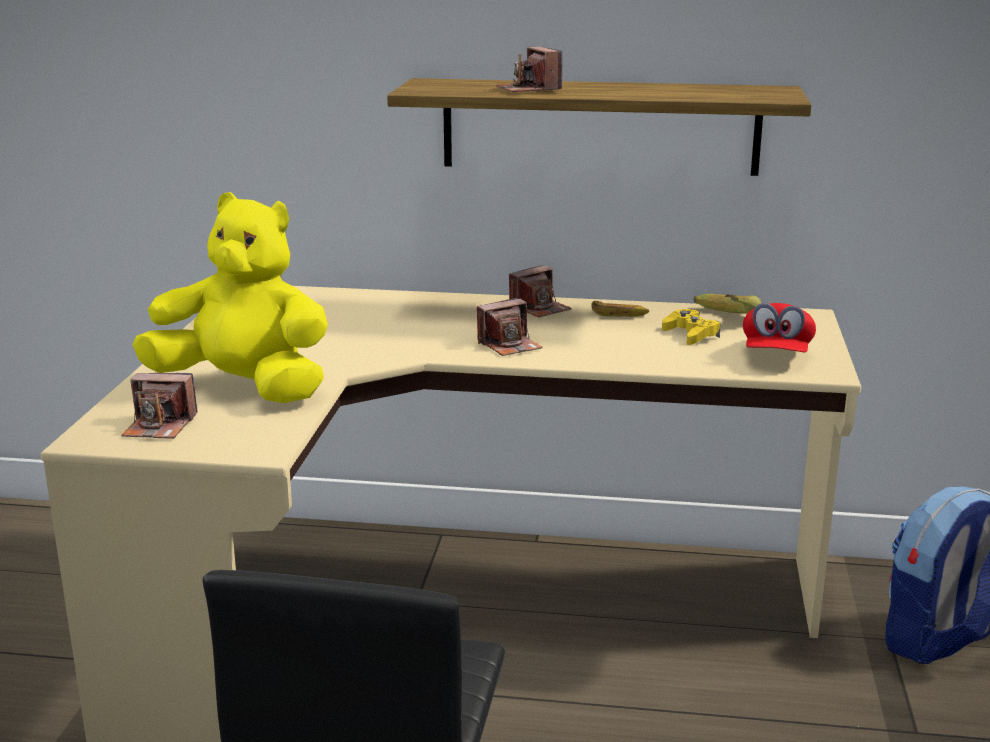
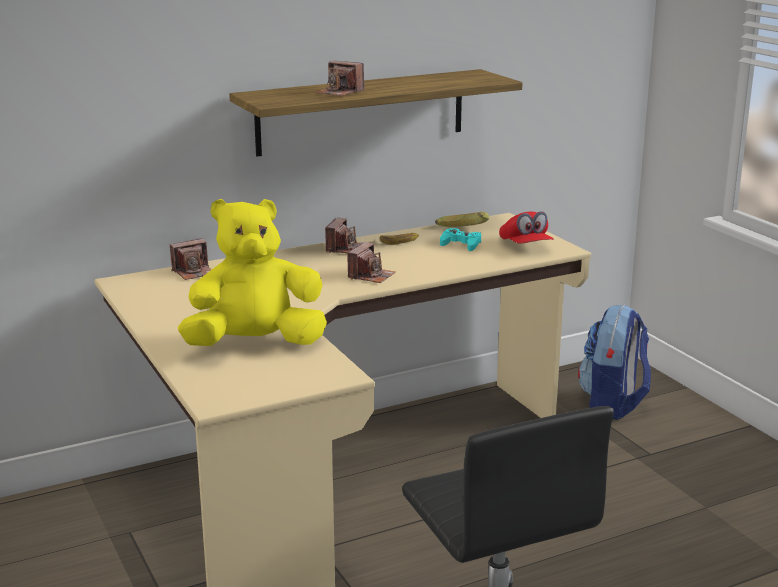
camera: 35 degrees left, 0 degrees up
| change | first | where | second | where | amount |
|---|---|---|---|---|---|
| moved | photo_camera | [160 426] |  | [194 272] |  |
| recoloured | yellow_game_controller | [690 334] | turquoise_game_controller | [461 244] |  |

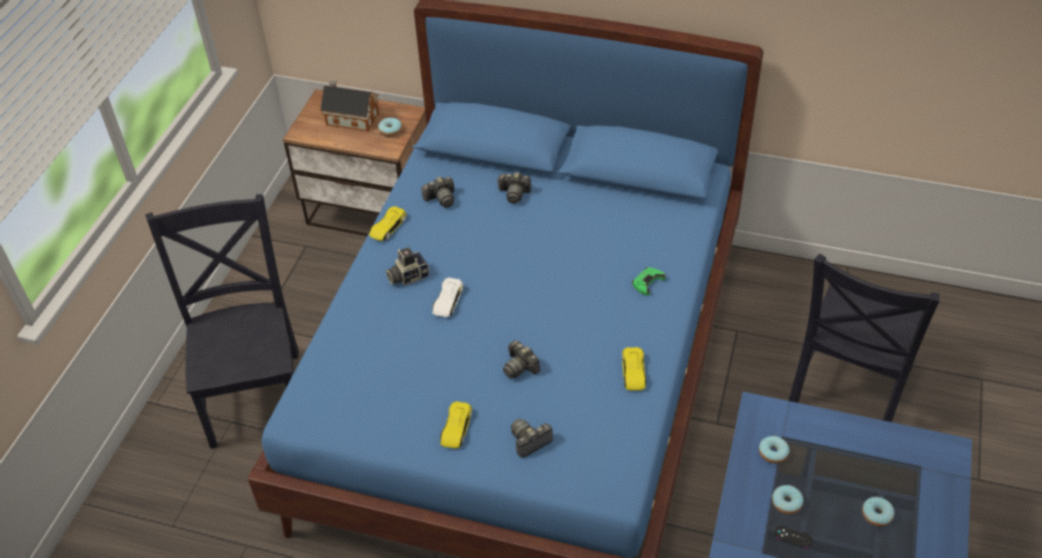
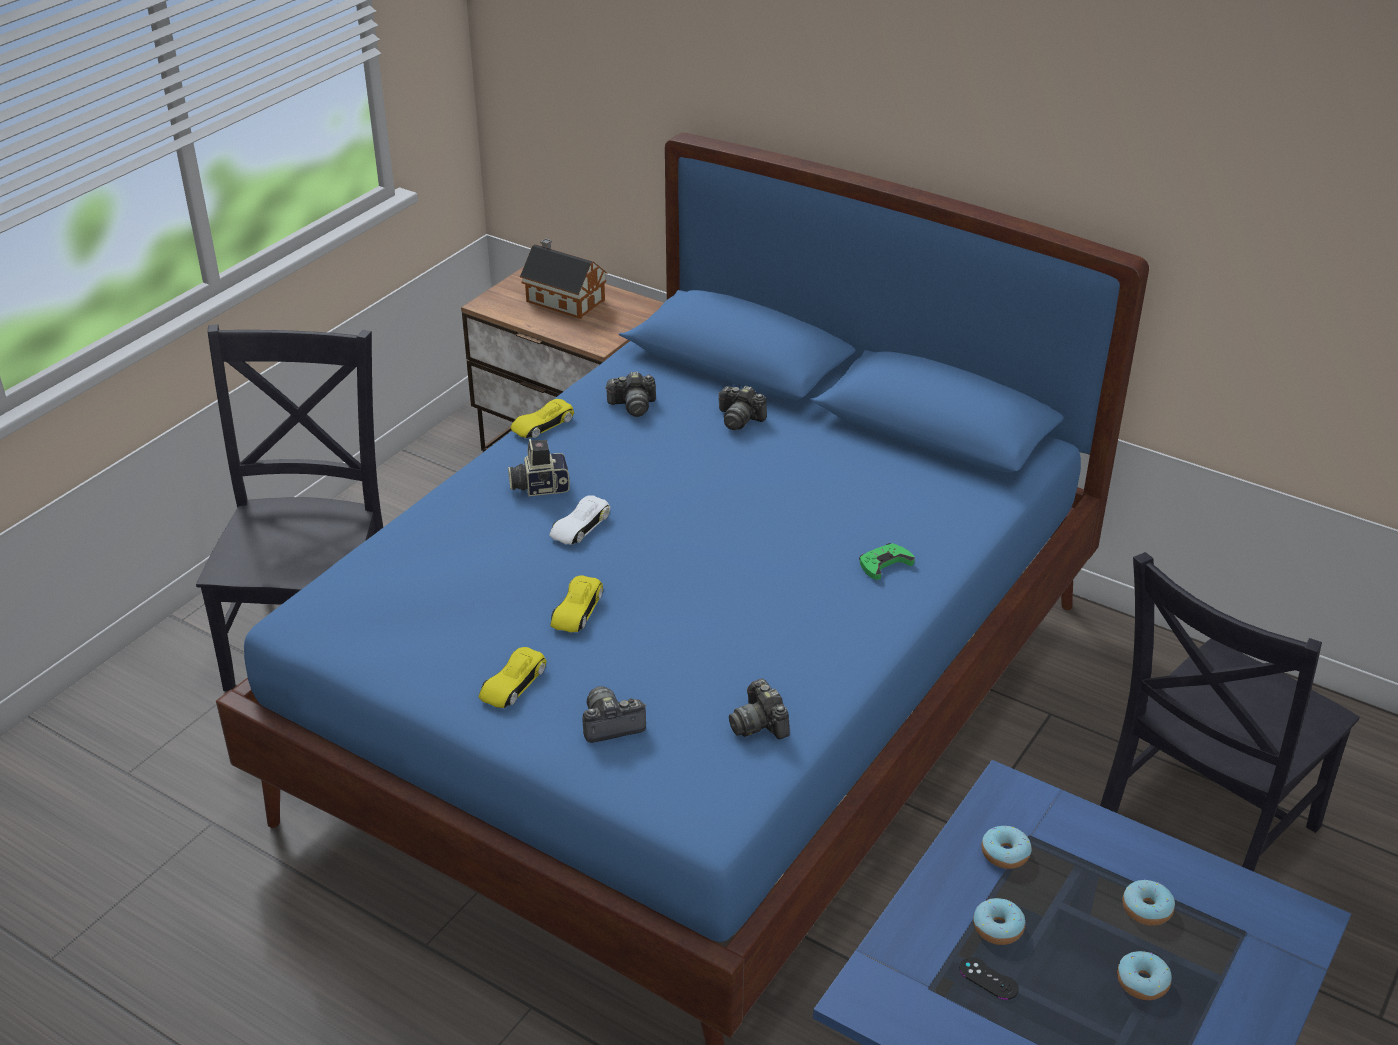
camera: 15 degrees right, 10 degrees down
| change | first | where | second | where | amount |
|---|---|---|---|---|---|
| moved | donut | [390 130] |  | [1146 909] |  |
| moved | photo_camera | [520 367] |  | [759 724] |  |
| moved | yellow_toy_car | [633 372] |  | [577 610] |  |

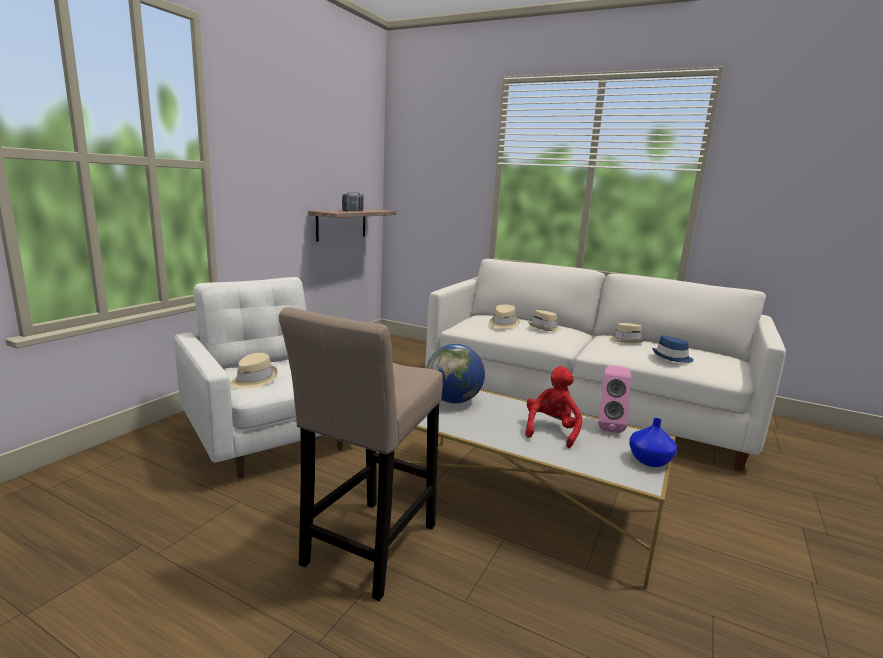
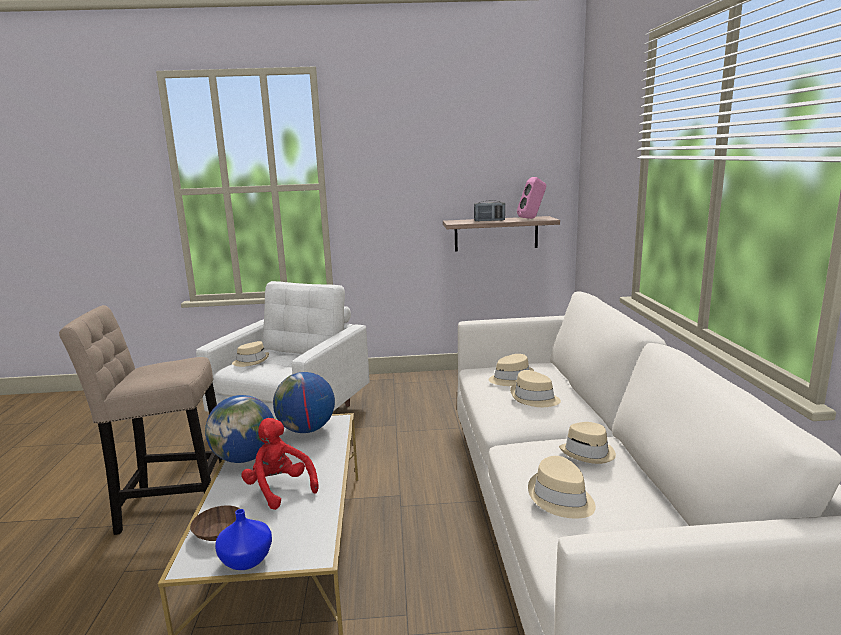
camera: 60 degrees right, 0 degrees up
| change | first | where | second | where | amount |
|---|---|---|---|---|---|
| added |  |  | brown_bowl | [219 532] |  |
| added |  |  | globe | [245 458] |  |
| moved | pink_speaker | [609 426] |  | [532 218] |  |
| recoloured | blue_hat | [672 357] | beige_hat | [561 498] |  |
| turned | red_plush_toy | [551 430] |  | [279 489] | 120 degrees counterclockwise |

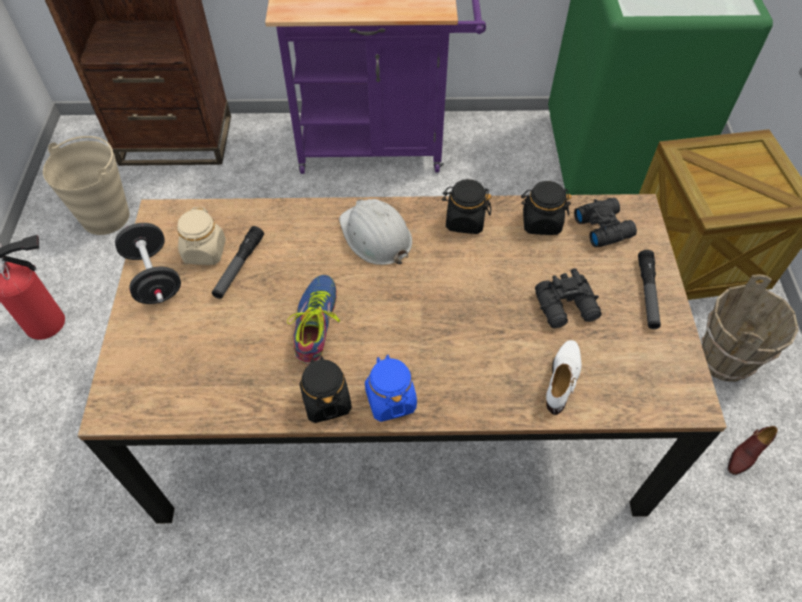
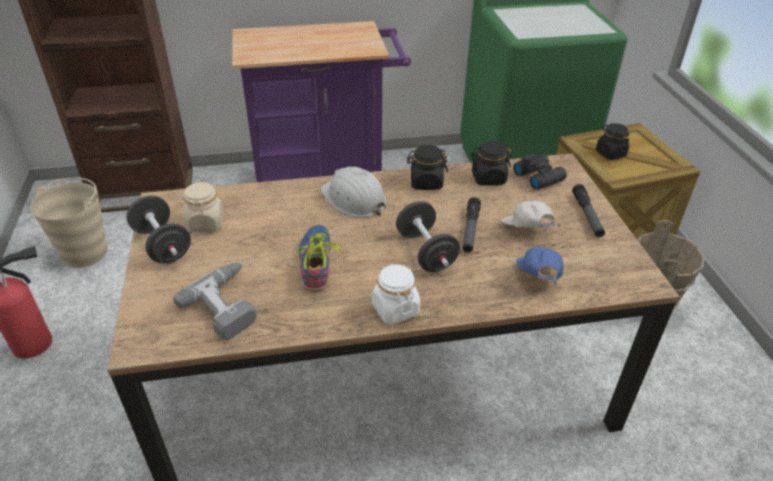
camera: 10 degrees left, 15 degrees down
| change | first | where | second | where | amount |
|---|---|---|---|---|---|
| removed | brown_shoe | [746 453] |  |  |  |
| added |  |  | power_drill | [229 304] |  |
| added |  |  | black_dumbbell | [426 252] |  |
| moved | flashlight | [239 267] |  | [470 230] |  |
| moved | black_jar | [326 401] |  | [610 153] |  |
| replaced | black_binoculars | [567 307] | white_cap | [526 231] |  |
| replaced | white_shoe | [562 379] | blue_cap | [537 278] |  |
| recoloured | blue_jar | [390 400] | white_jar | [395 309] |  |

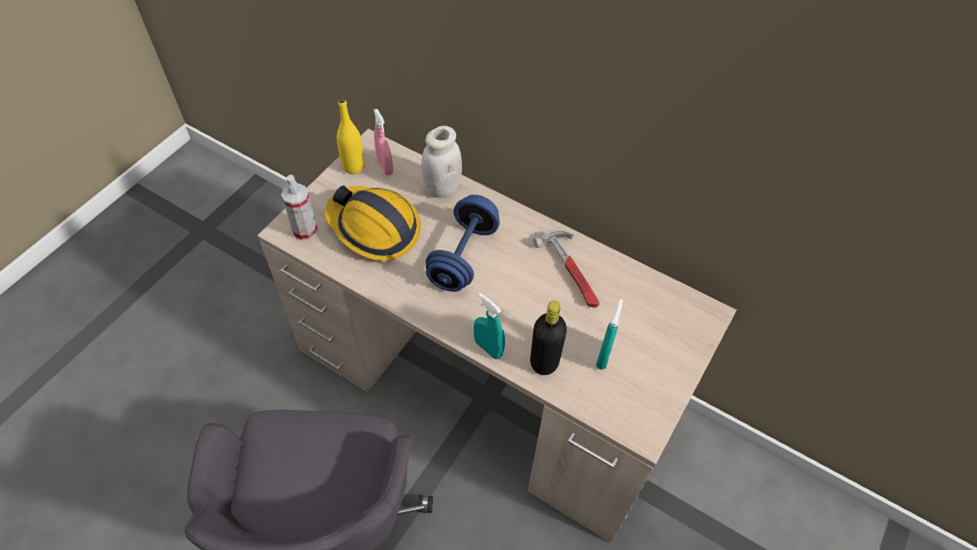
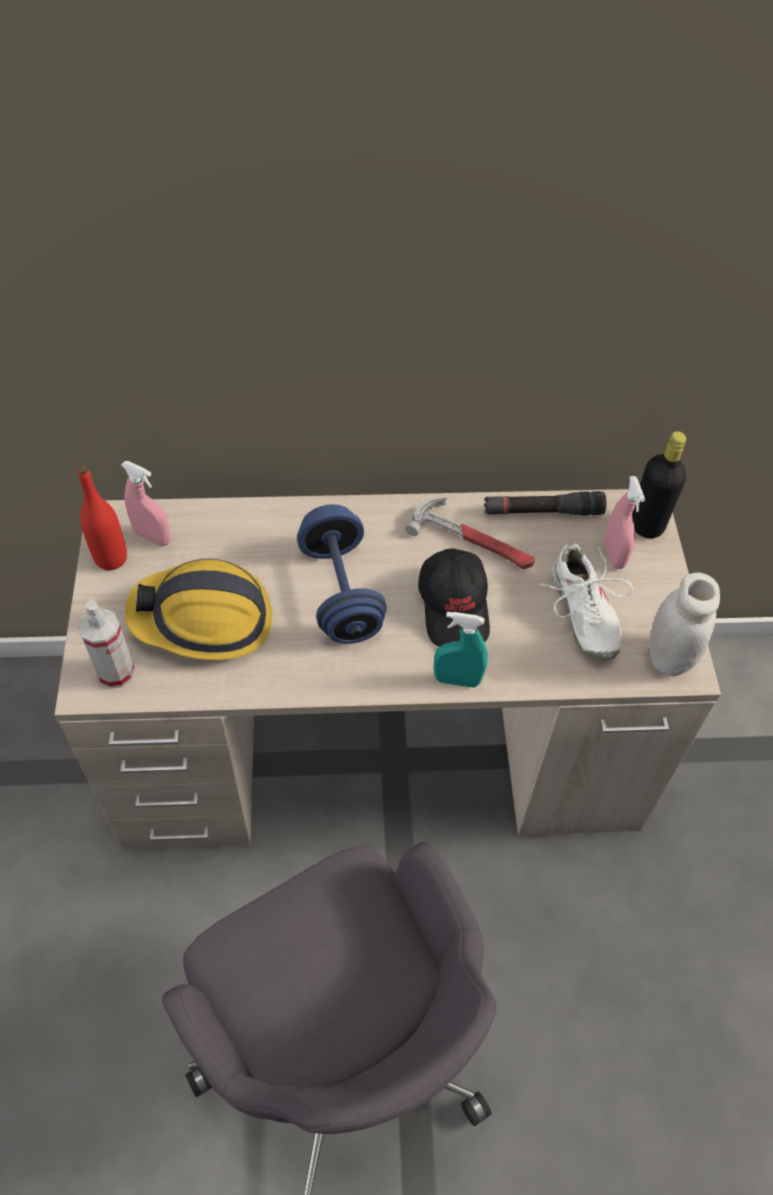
camera: 35 degrees left, 0 degrees up
| change | first | where | second | where | amount |
|---|---|---|---|---|---|
| added |  |  | black_cap | [455 607] |  |
| added |  |  | black_flashlight | [542 511] |  |
| added |  |  | pink_spray_bottle | [614 554] |  |
| moved | white_jar | [442 188] |  | [669 657] |  |
| moved | black_bottle | [544 362] |  | [646 525] |  |
| replaced | turquoise_spray_bottle | [603 356] | white_shoe | [582 614] |  |
| recoloured | yellow_bottle | [353 167] | red_bottle | [111 558] |  |

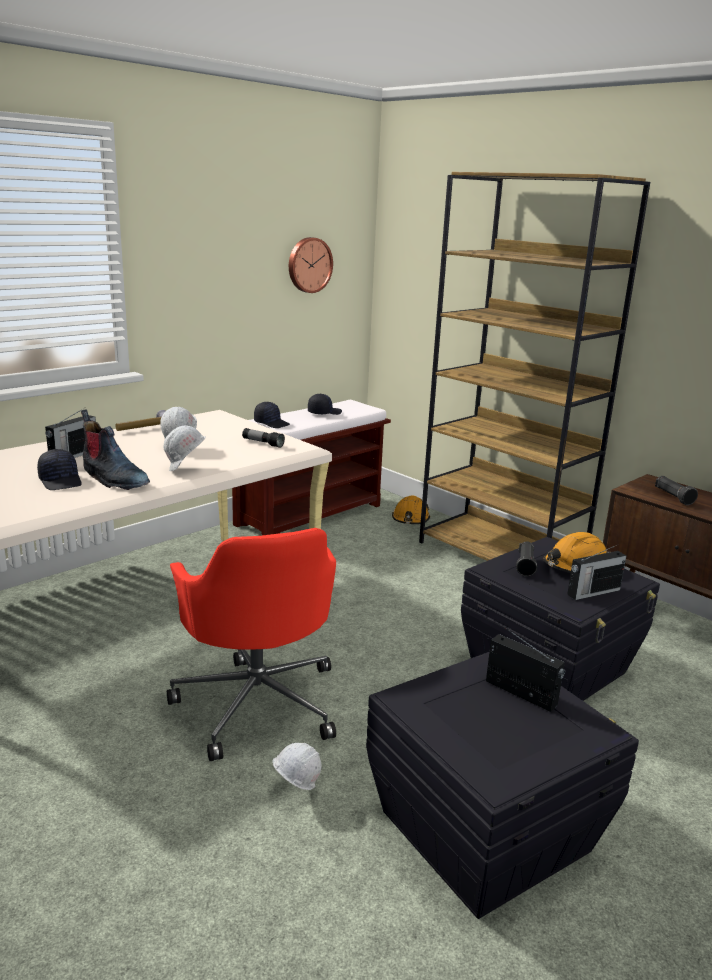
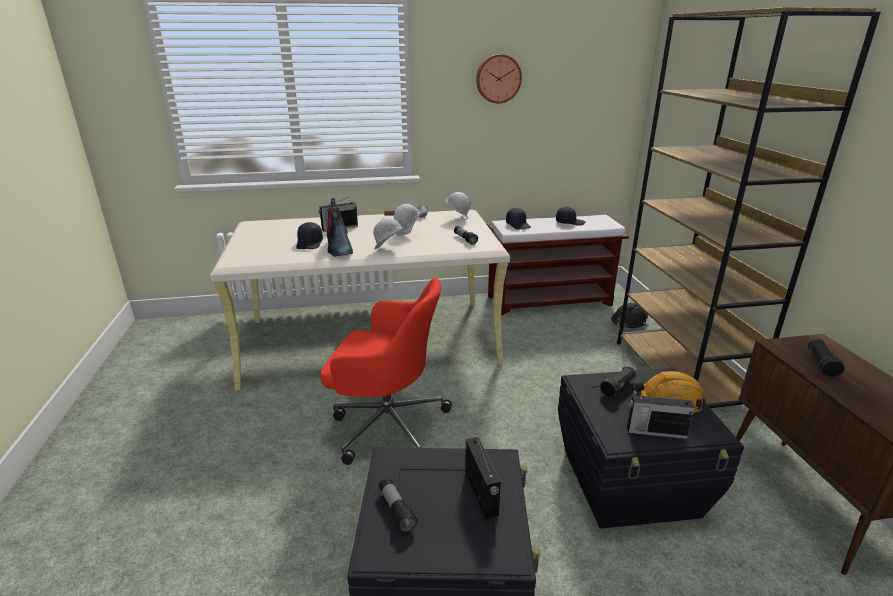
camera: 35 degrees right, 5 degrees up
| change | first | where | second | where | amount |
|---|---|---|---|---|---|
| added |  |  | flashlight | [396 510] |  |
| moved | white_hard_hat | [295 790] |  | [457 218] |  |
| moved | wall_clock | [309 265] |  | [498 78] |  |
| recoloured | orange_hard_hat | [410 519] | black_hard_hat | [628 322] |  |
| turned | red_office_chair | [258 701] |  | [387 424] | 90 degrees counterclockwise |

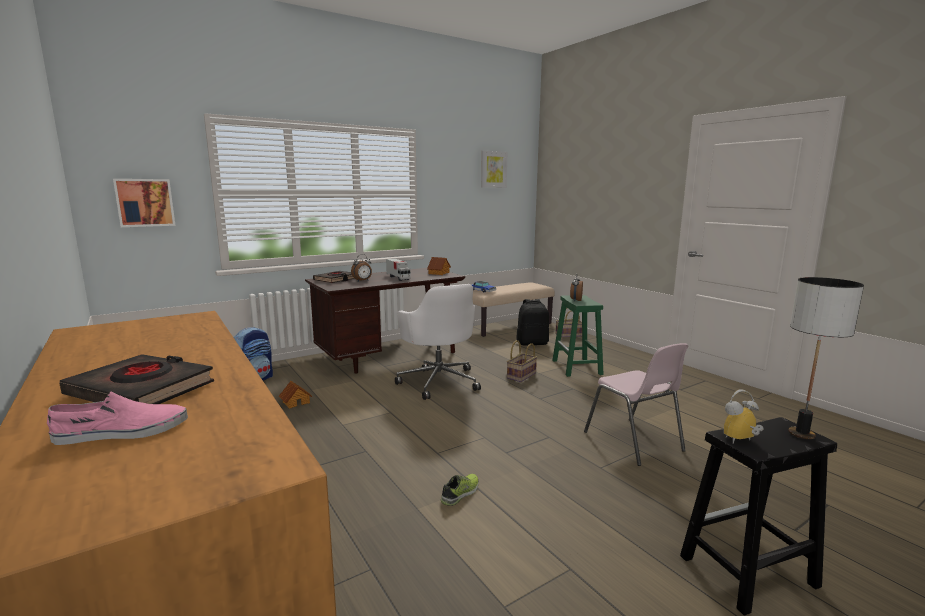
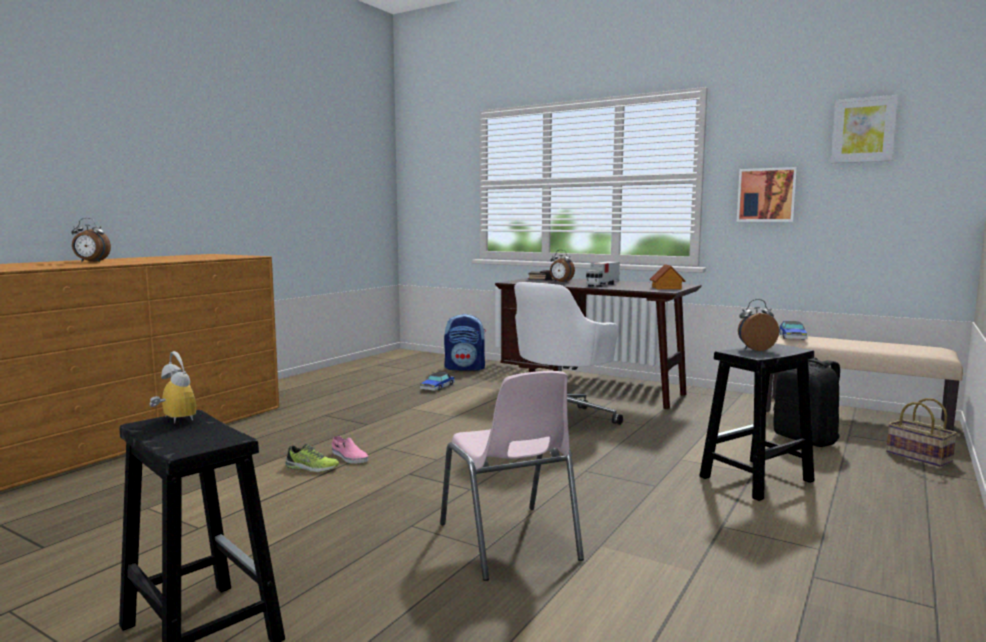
camera: 65 degrees right, 5 degrees down
| change | first | where | second | where | amount |
|---|---|---|---|---|---|
| removed | basket | [521 376] |  |  |  |
| removed | table_lamp | [801 434] |  |  |  |
| moved | pink_shoe | [122 432] |  | [349 457] |  |
| moved | picture | [145 202] |  | [766 195] |  |
| replaced | black_book | [142 390] | alarm_clock | [91 262] |  |
| replaced | toy_house | [296 402] | toy_car | [437 387] |  |
| recoloured | green_stool | [577 367] | black_stool | [755 479] |  |
| turned | pink_chair | [634 442] |  | [509 542] | 60 degrees counterclockwise |

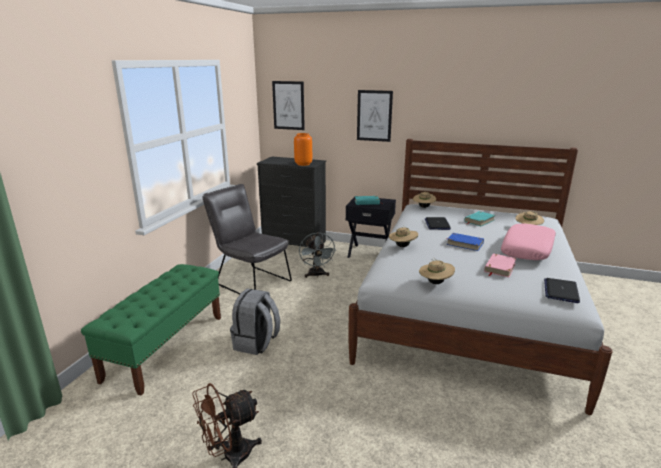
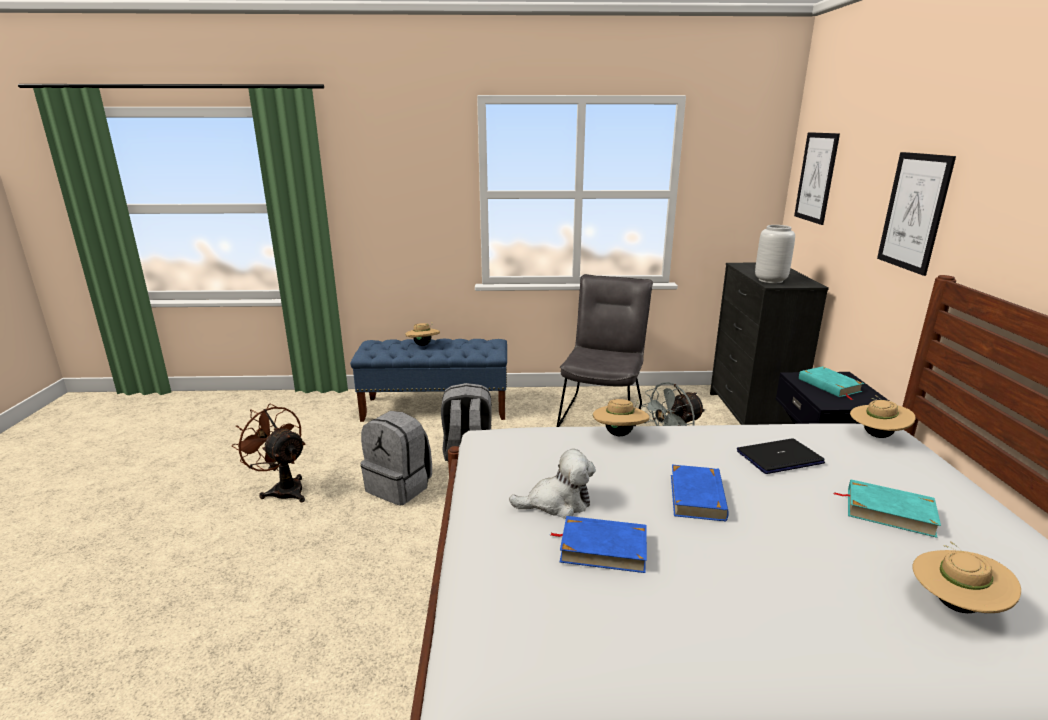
camera: 70 degrees right, 0 degrees up
| change | first | where | second | where | amount |
|---|---|---|---|---|---|
| removed | pink_pillow | [528 249] |  |  |  |
| removed | laptop | [561 291] |  |  |  |
| added |  |  | grey_backpack | [400 487] |  |
| added |  |  | plush_toy | [557 503] |  |
| moved | beige_hat | [435 282] |  | [423 345] |  |
| recoloured | green_bench | [166 347] | blue_bench | [436 408] |  |
| recoloured | orange_vase | [303 164] | grey_vase | [770 280] |  |
| recoloured | pink_book | [499 268] | blue_book | [603 548] |  |

